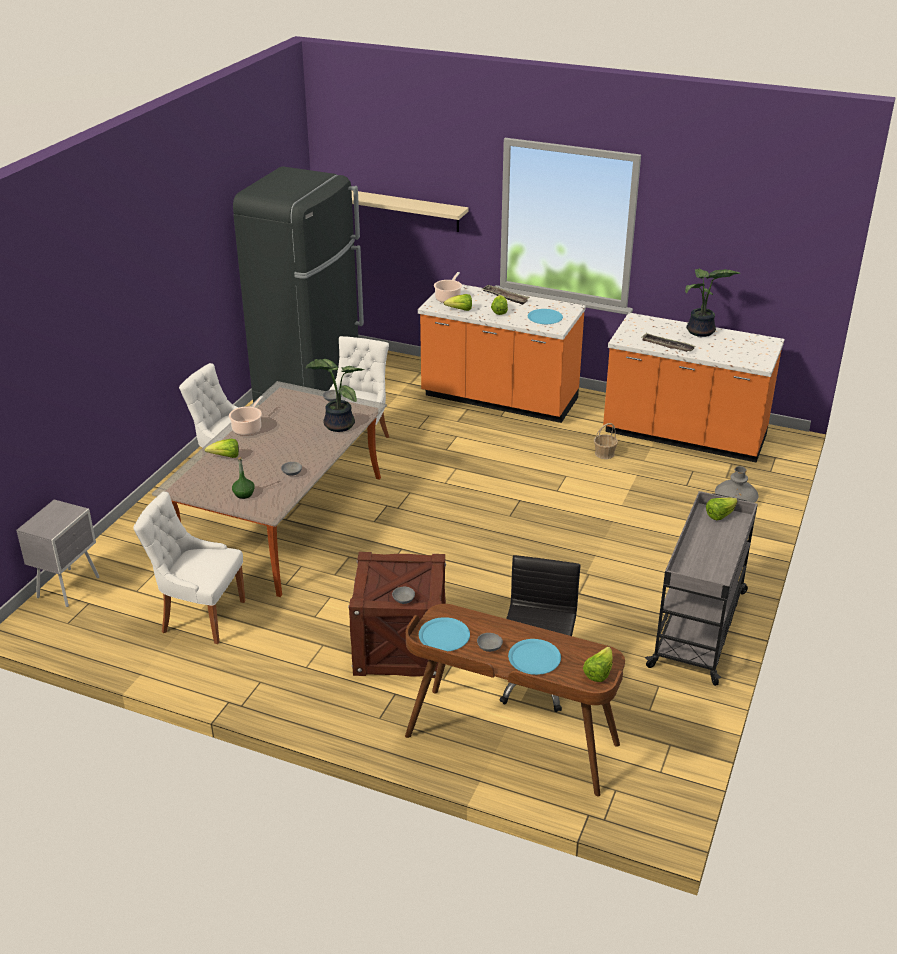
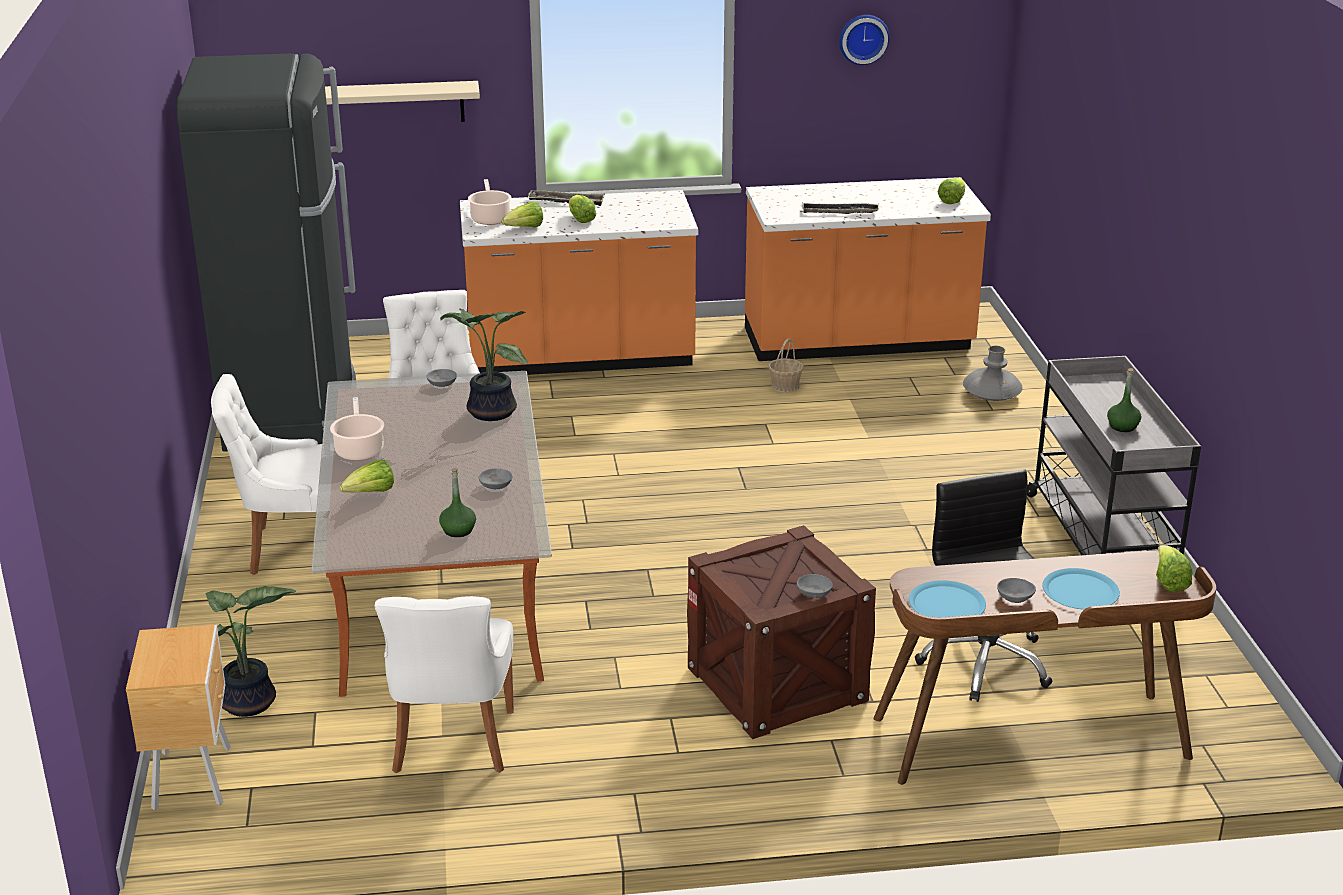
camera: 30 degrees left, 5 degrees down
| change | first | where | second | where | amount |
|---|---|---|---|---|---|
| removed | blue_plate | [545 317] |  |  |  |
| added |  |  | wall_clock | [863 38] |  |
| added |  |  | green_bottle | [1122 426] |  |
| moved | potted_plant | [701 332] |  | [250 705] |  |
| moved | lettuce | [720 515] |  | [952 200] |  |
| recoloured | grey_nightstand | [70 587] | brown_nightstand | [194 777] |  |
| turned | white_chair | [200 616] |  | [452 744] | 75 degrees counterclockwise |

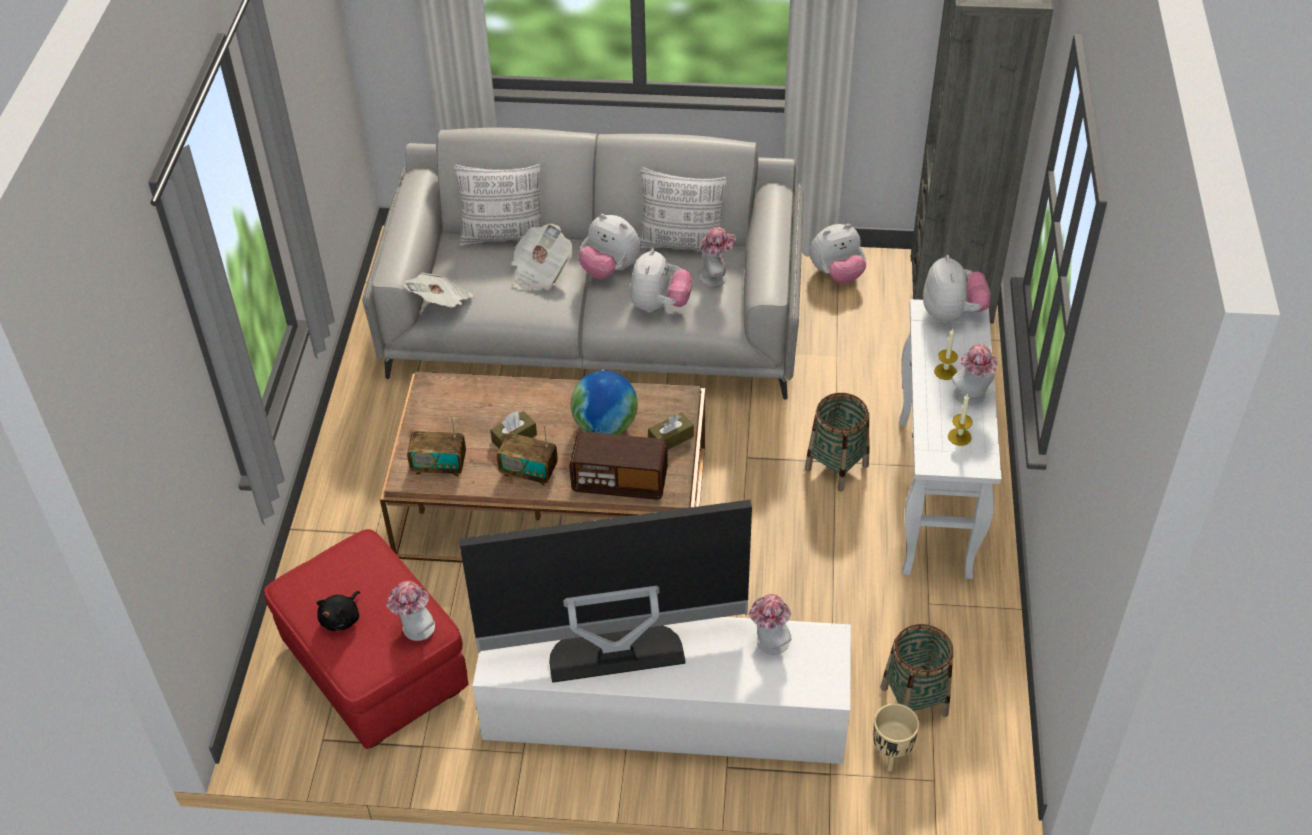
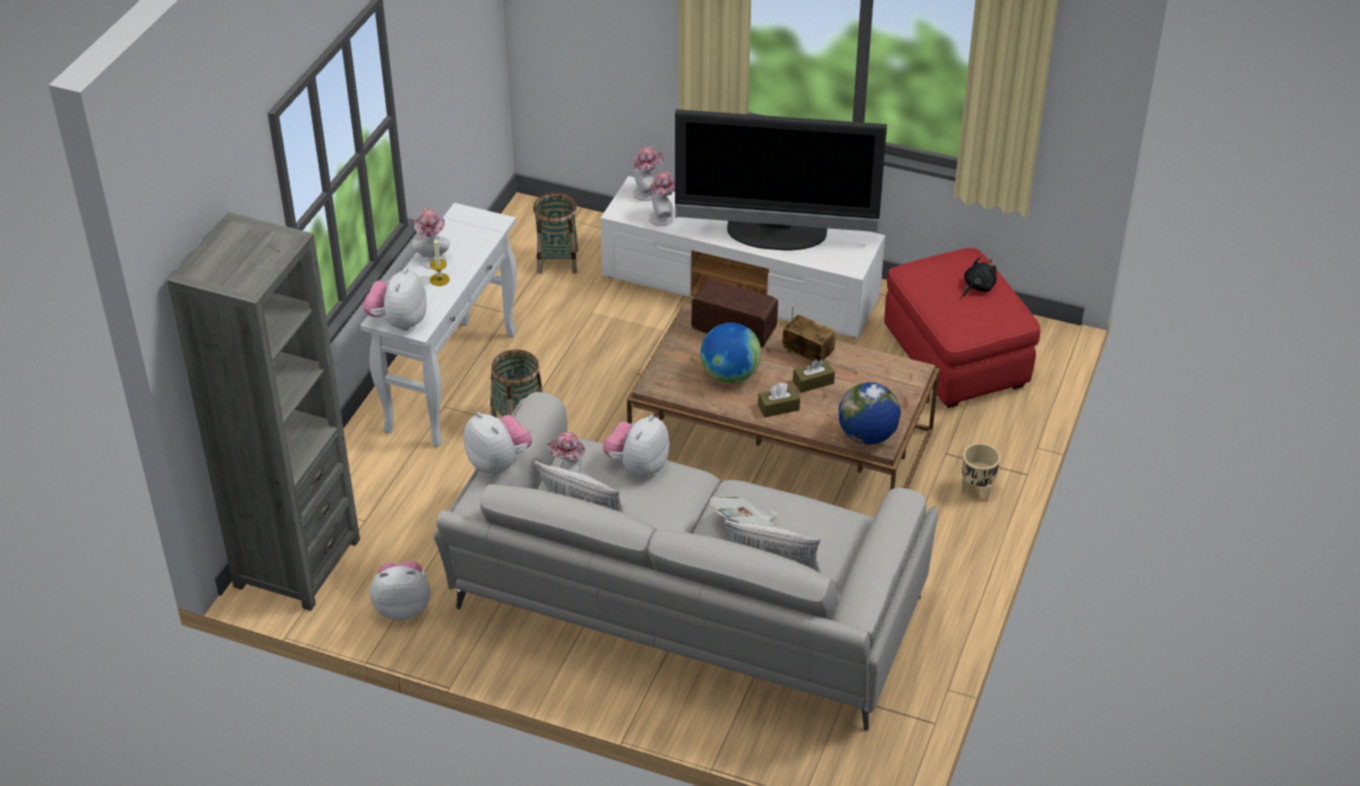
camera: 165 degrees left, 5 degrees down
| change | first | where | second | where | amount |
|---|---|---|---|---|---|
| removed | newspaper | [440 302] |  |  |  |
| removed | radio | [439 466] |  |  |  |
| removed | candle | [959 437] |  |  |  |
| added |  |  | globe | [867 436] |  |
| moved | hat | [415 630] |  | [647 192] |  |
| moved | plush_toy | [610 269] |  | [498 463] |  |
| moved | brown_tissue_box | [671 438] |  | [778 407] |  |
| moved | beige_planter | [890 754] |  | [977 491] |  |

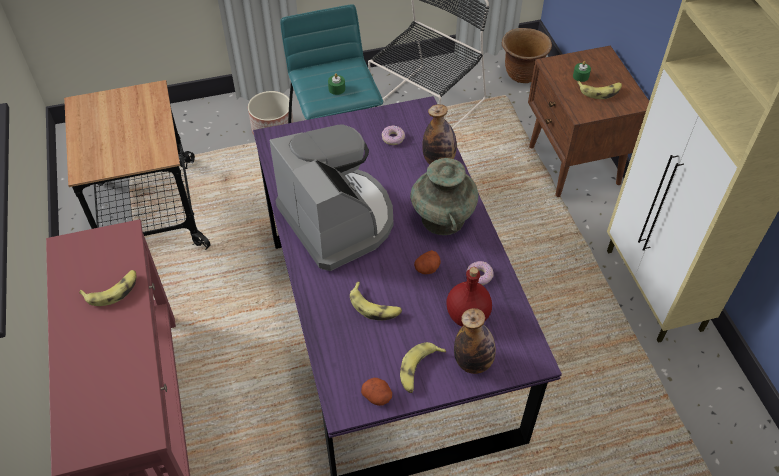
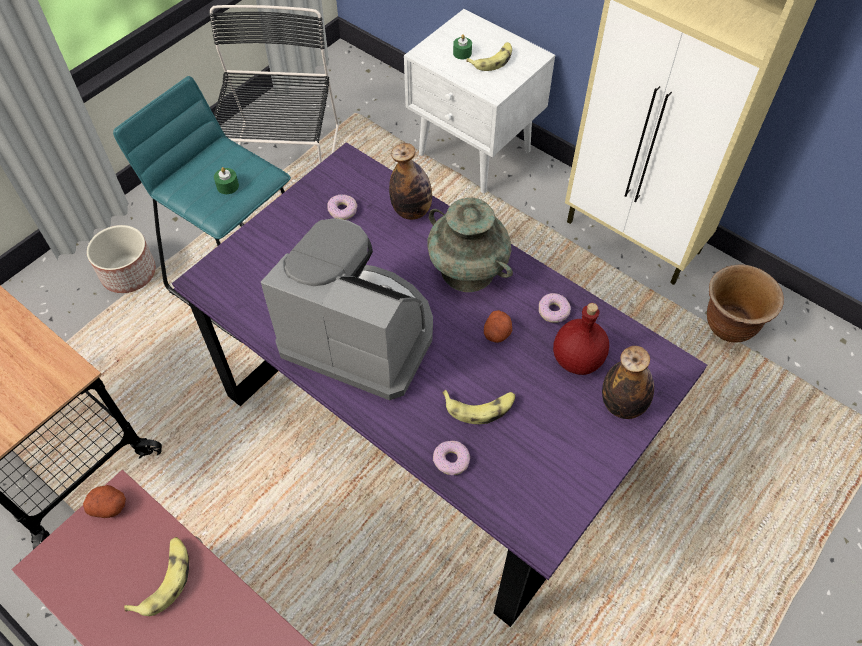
camera: 35 degrees left, 5 degrees up
| change | first | where | second | where | amount |
|---|---|---|---|---|---|
| removed | banana | [419 370] |  |  |  |
| added |  |  | donut | [451 460] |  |
| moved | potato | [377 396] |  | [109 506] |  |
| moved | brown_planter | [521 74] |  | [729 326] |  |
| recoloured | brown_nightstand | [573 166] | white_nightstand | [475 154] |  |

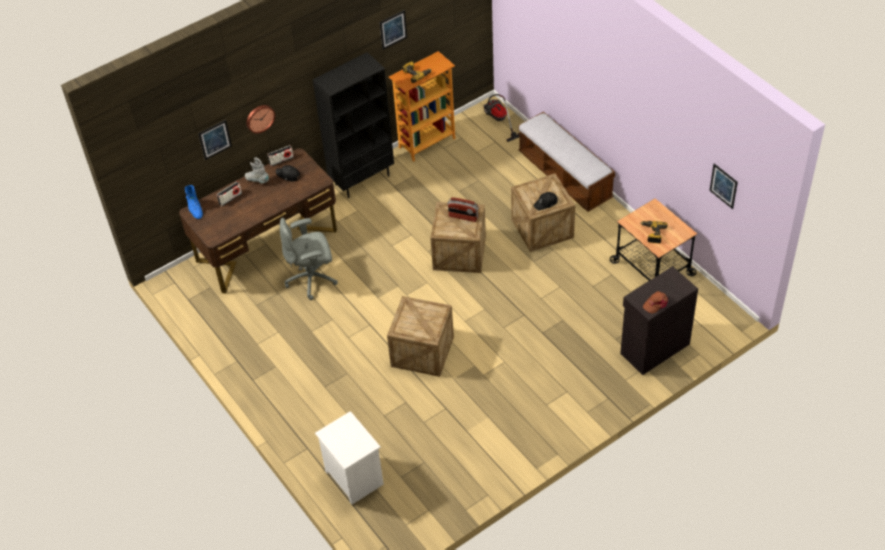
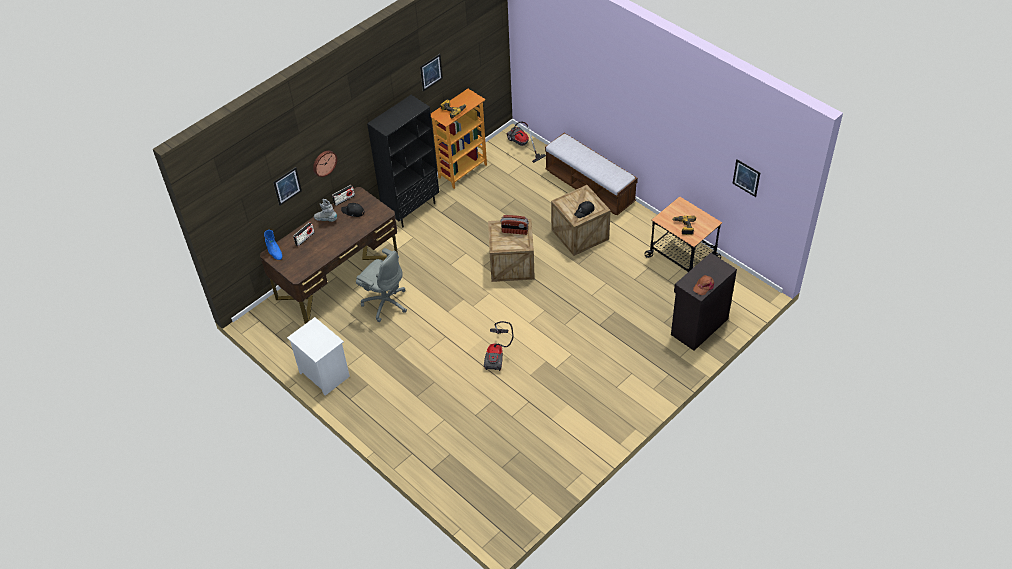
camera: 10 degrees left, 0 degrees up
| change | first | where | second | where | amount |
|---|---|---|---|---|---|
| moved | white_nightstand | [353 478] |  | [323 374] |  |
| replaced | crate | [422 351] | vacuum_cleaner | [497 354] |  |
| turned | grey_office_chair | [312 279] |  | [385 302] | 120 degrees counterclockwise |

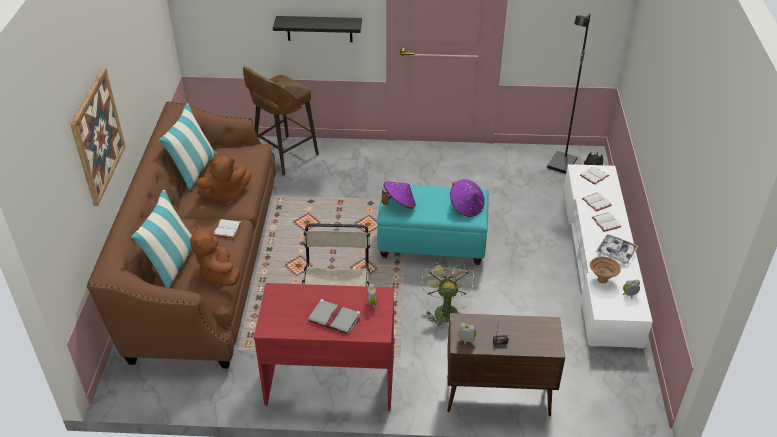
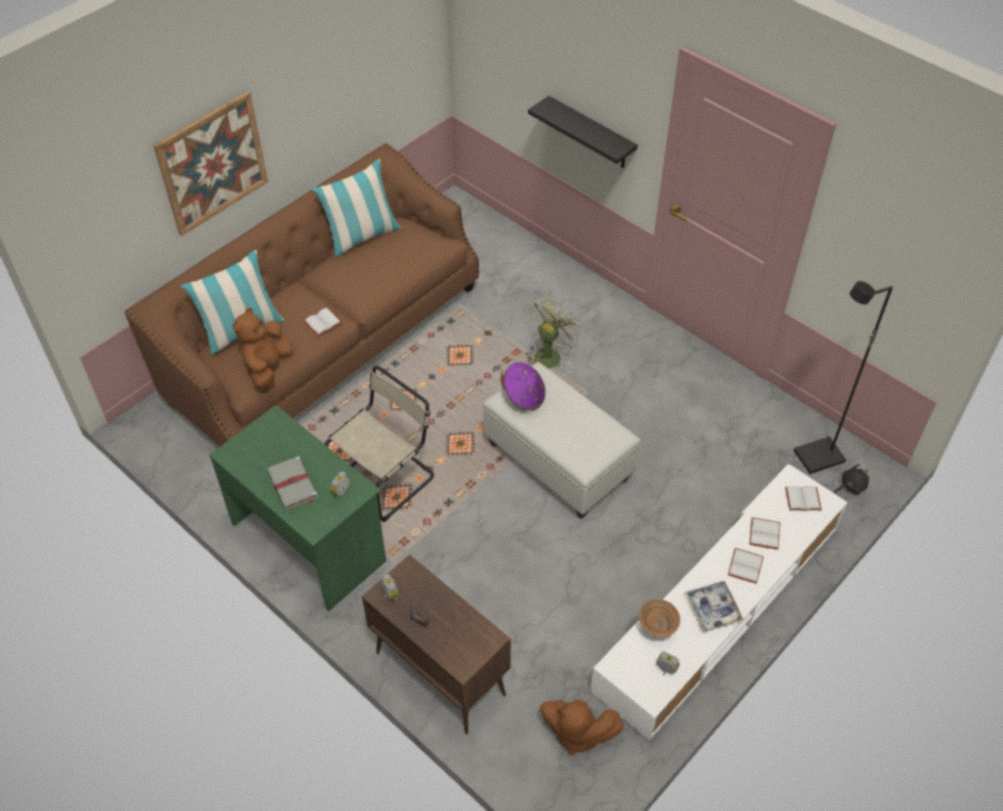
camera: 40 degrees right, 10 degrees up
| change | first | where | second | where | amount |
|---|---|---|---|---|---|
| removed | brown_stool | [283 156] |  |  |  |
| removed | purple_hat | [466 207] |  |  |  |
| moved | brown_plush_toy | [226 195] |  | [576 732] |  |
| moved | green_fan | [445 310] |  | [550 354] |  |
| recoloured | red_desk | [330 380] | green_desk | [309 541] |  |
| recoloured | turquoise_ottoman | [433 244] | white_ottoman | [559 462] |  |

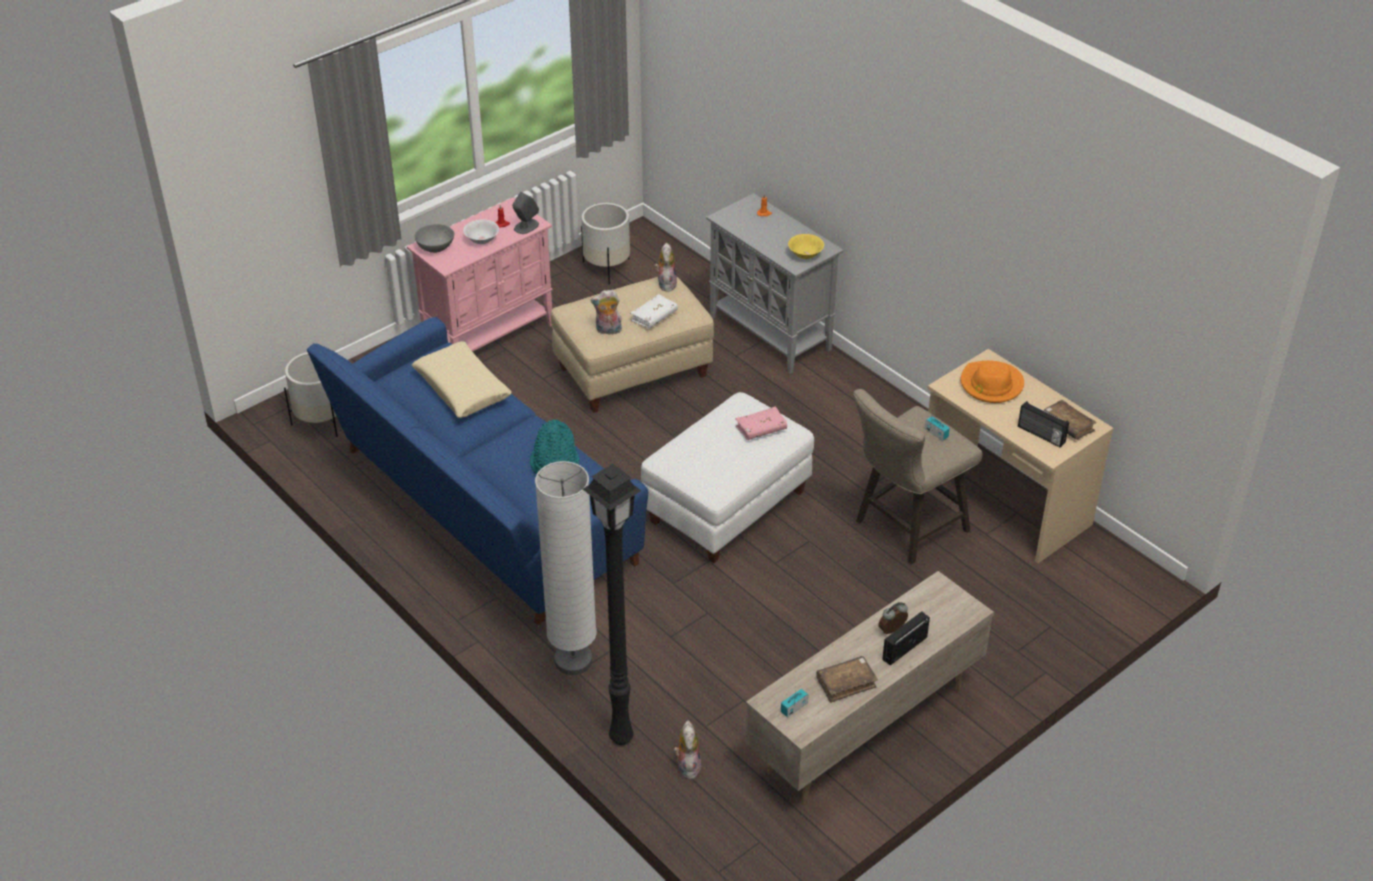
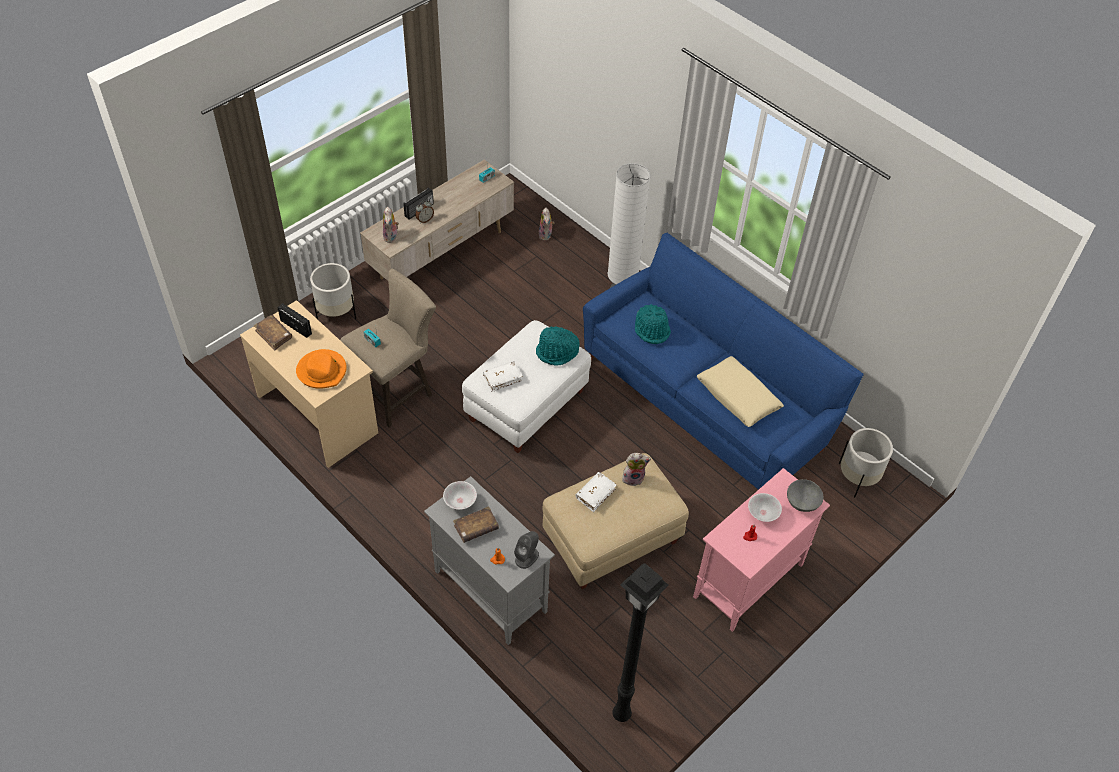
camera: 175 degrees right, 10 degrees up
| change | first | where | second | where | amount |
|---|---|---|---|---|---|
| added |  |  | turquoise_hat | [557 352] |  |
| moved | grey_speaker | [526 226] |  | [527 557] |  |
| moved | white_planter | [607 268] |  | [336 312] |  |
| moved | black_floor_lamp | [621 739] |  | [621 713] |  |
| moved | plush_toy | [665 284] |  | [391 237] |  |
| moved | brown_book | [846 683] |  | [476 528] |  |
| recoloured | pink_book | [761 429] | white_book | [502 379] |  |
| recoloured | yellow_bowl | [805 255] | white_bowl | [460 501] |  |

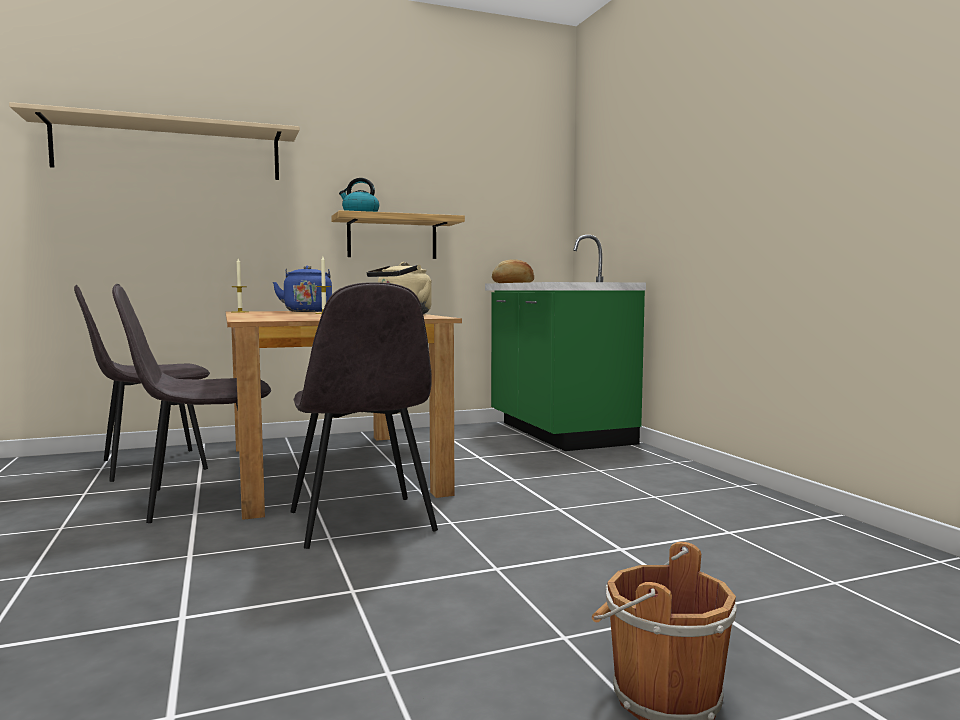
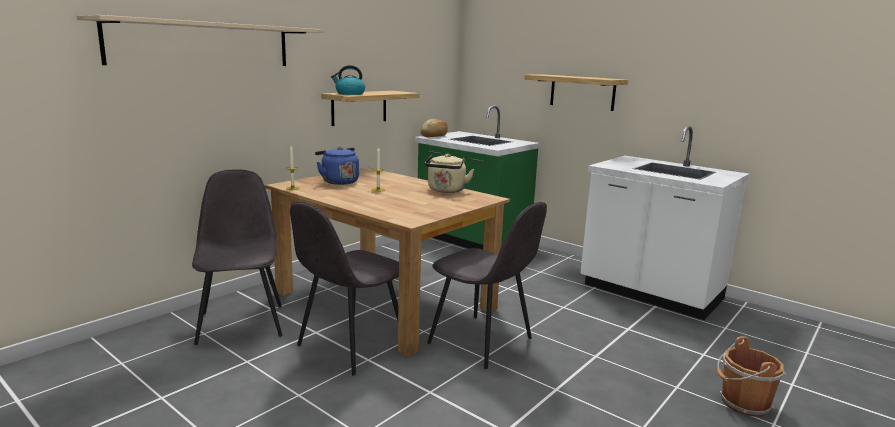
camera: 30 degrees left, 10 degrees up
| change | first | where | second | where | amount |
|---|---|---|---|---|---|
| added |  |  | shelf | [582 92] |  |
| added |  |  | white_counter | [650 293] |  |
| turned | grey_chair | [150 465] |  | [241 323] | 135 degrees clockwise |

